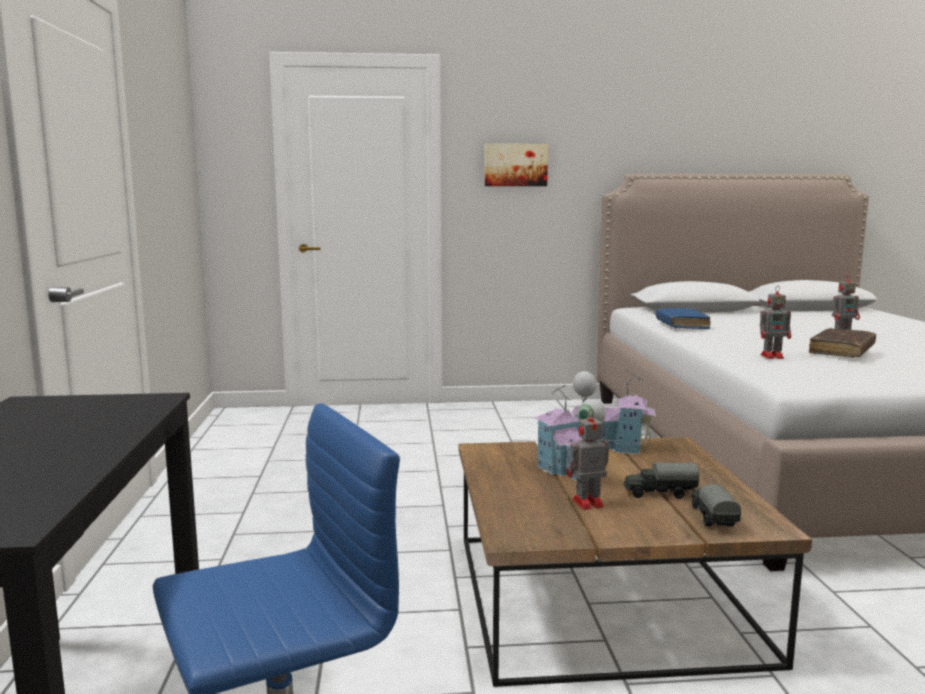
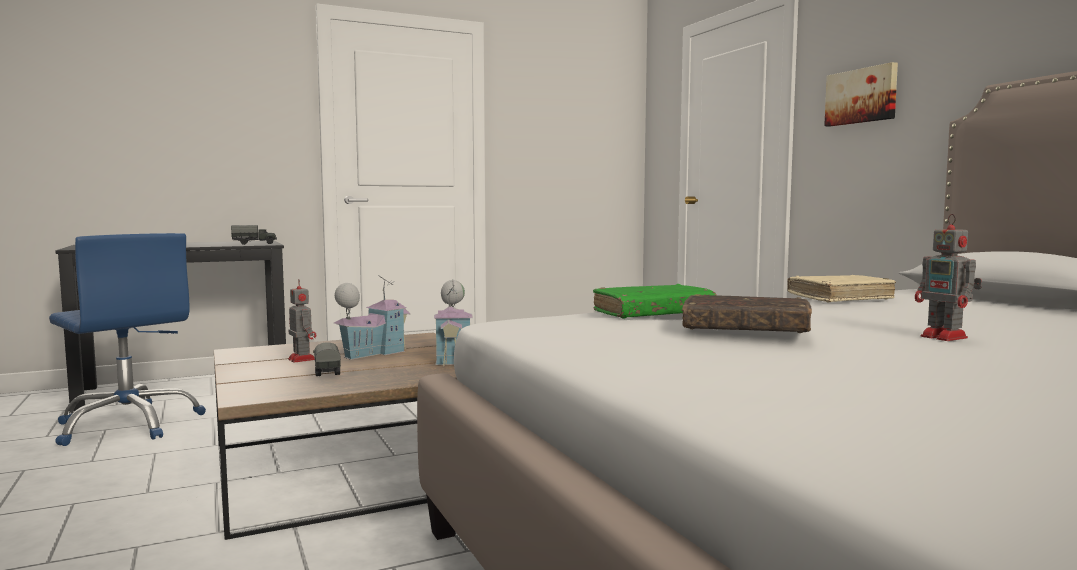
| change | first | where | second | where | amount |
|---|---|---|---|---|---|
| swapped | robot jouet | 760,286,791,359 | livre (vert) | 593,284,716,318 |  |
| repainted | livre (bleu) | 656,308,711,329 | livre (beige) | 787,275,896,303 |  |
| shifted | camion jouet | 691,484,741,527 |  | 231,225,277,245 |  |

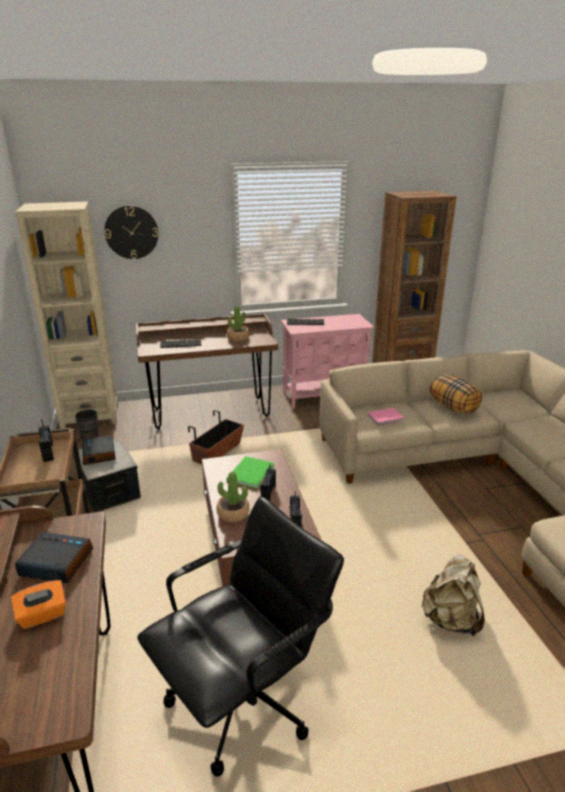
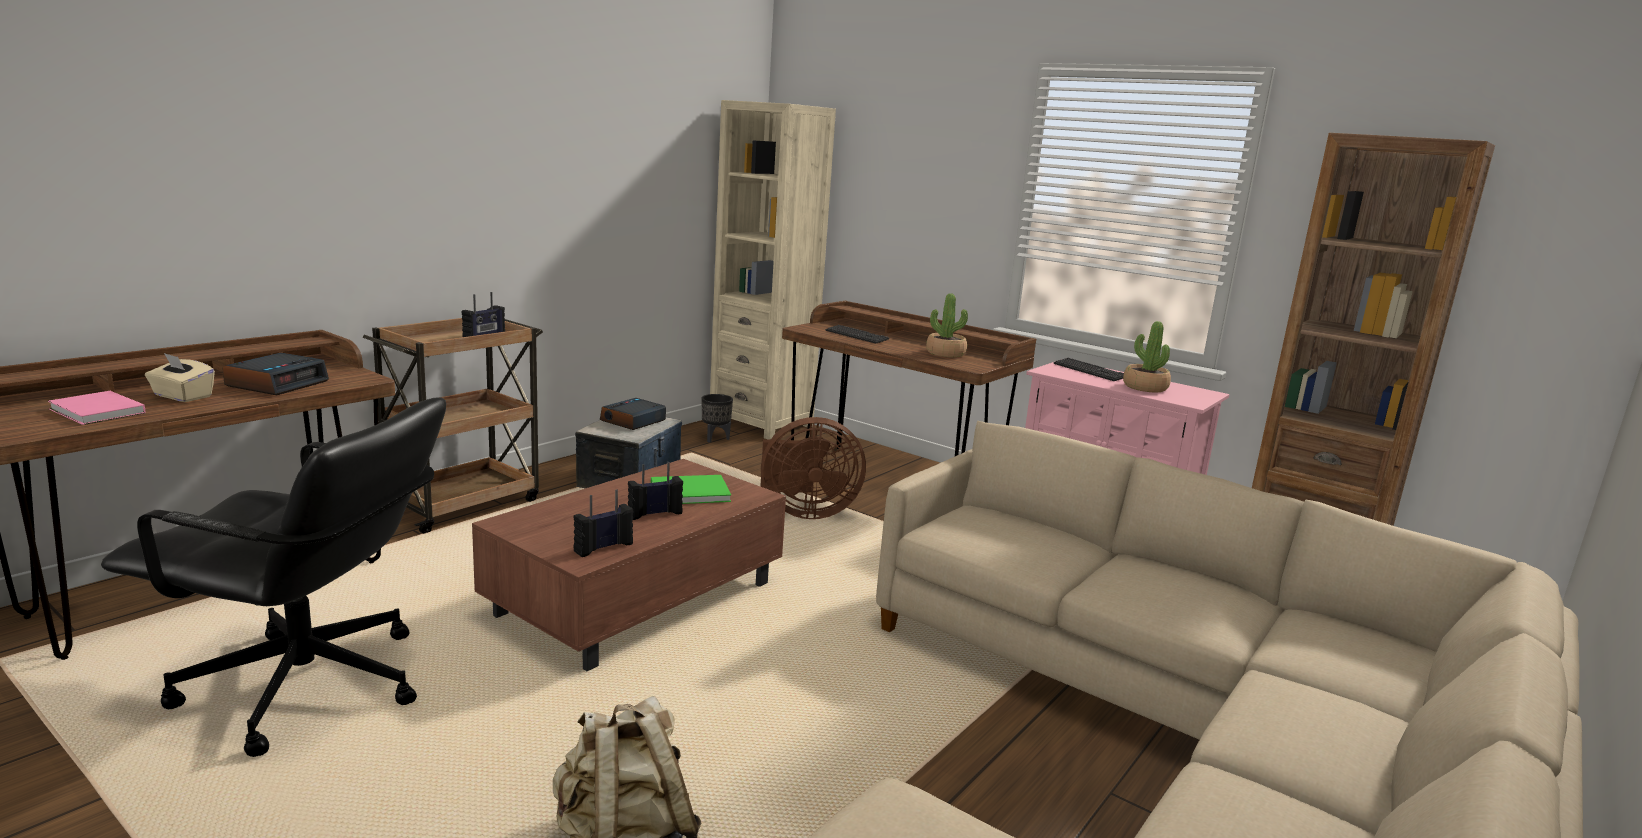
| change | first | where | second | where | amount |
|---|---|---|---|---|---|
| gone | horloge murale | 104,205,158,259 |  |  |  |
| gone | coussin | 429,374,482,414 |  |  |  |
| shifted | livre (rose) | 367,408,404,426 |  | 48,391,145,425 |  |
| swapped | cache-pot | 188,410,244,464 | ventilateur (marron) | 760,417,866,519 |  |
| shifted | plante en pot | 217,472,250,522 |  | 1123,321,1171,392 |  |
| rotated | réveil | 15,532,93,584 |  | 222,353,329,395 | 45 degrees clockwise |
| repainted | boîte à mouchoirs (orange) | 11,580,66,629 | boîte à mouchoirs (beige) | 145,352,215,402 |  |

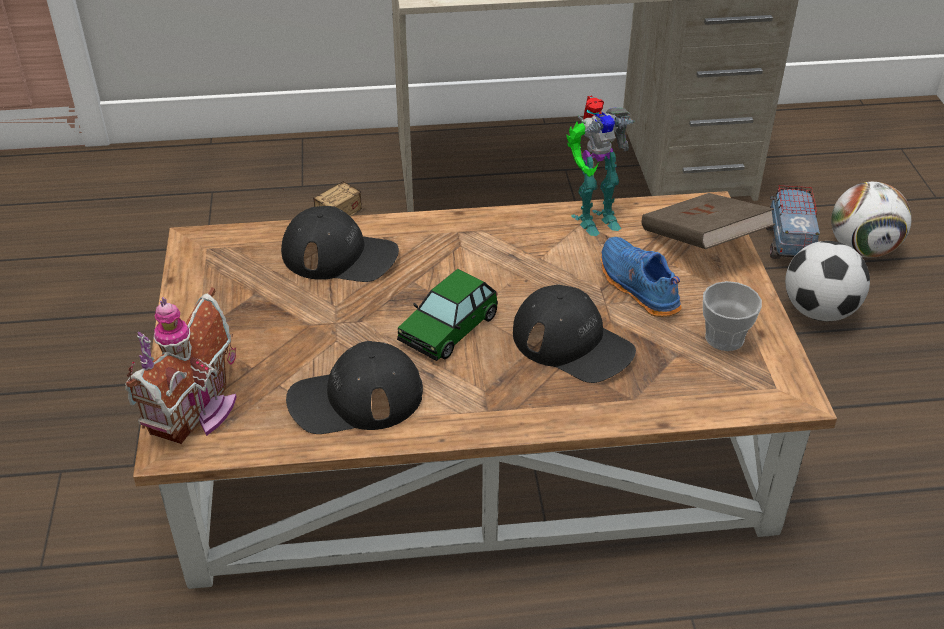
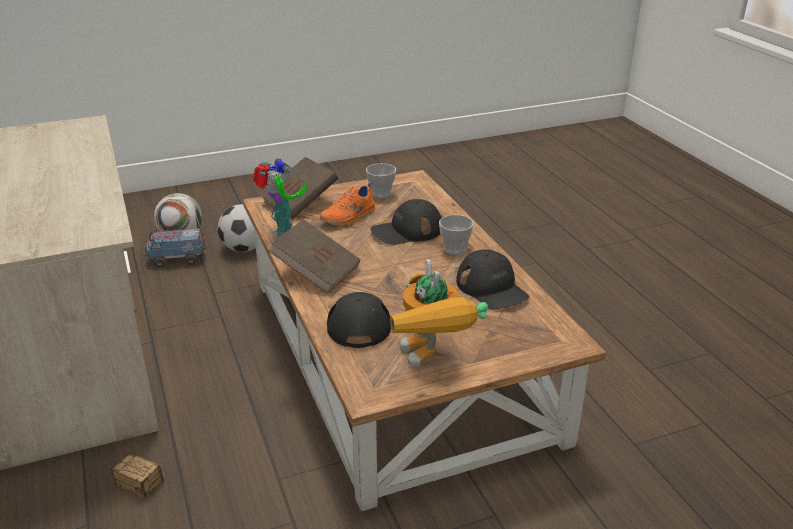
| change | first | where | second | where | amount |
|---|---|---|---|---|---|
| repainted | chaussure (bleu) | 601,237,682,317 | chaussure (orange) | 320,182,375,226 |  |
| gone | petite voiture | 397,269,498,361 |  |  |  |
| rotated | casquette (noir) | 513,284,636,383 |  | 371,199,442,245 | 135 degrees counterclockwise |
| gone | maison miniature | 125,287,237,444 |  |  |  |
| new |  |  | tasse | 439,215,474,255 |  |
| new |  |  | livre (marron) | 269,219,361,293 |  |
| new |  |  | robot jouet | 390,259,488,367 |  |

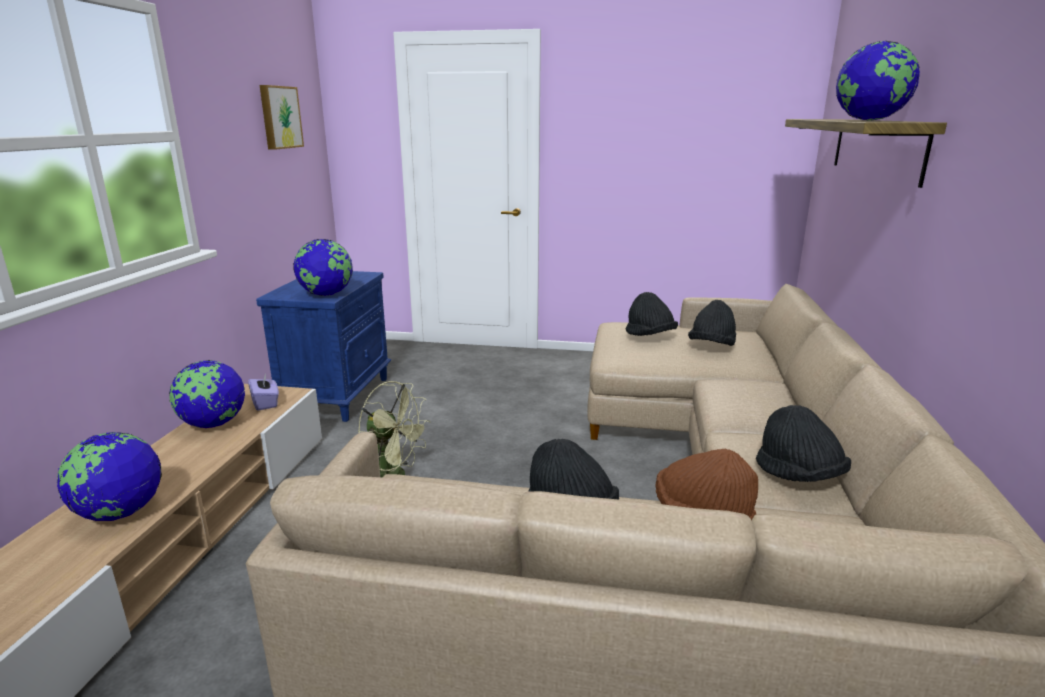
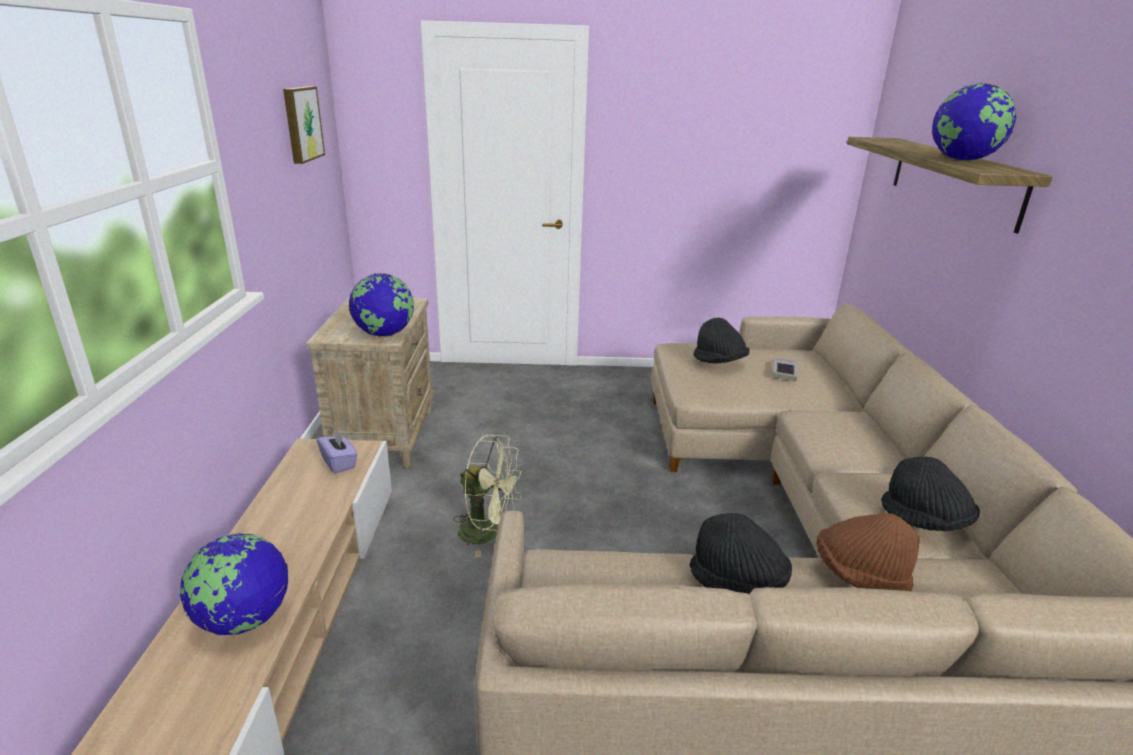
| change | first | where | second | where | amount |
|---|---|---|---|---|---|
| repainted | table de chevet (bleu) | 256,271,391,422 | table de chevet (beige) | 306,297,435,468 |  |
| swapped | chapeau (noir) | 688,300,736,346 | livre | 772,358,798,382 |  |
| gone | globe | 169,360,245,428 |  |  |  |

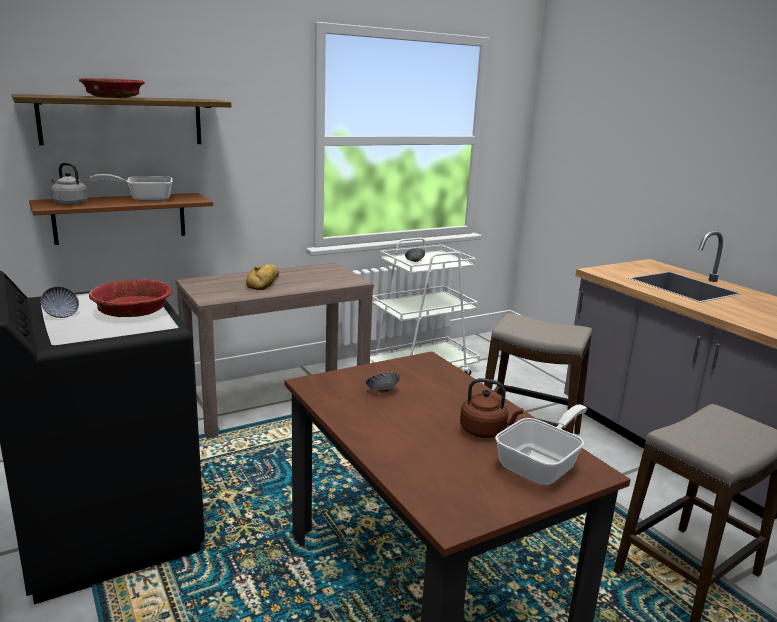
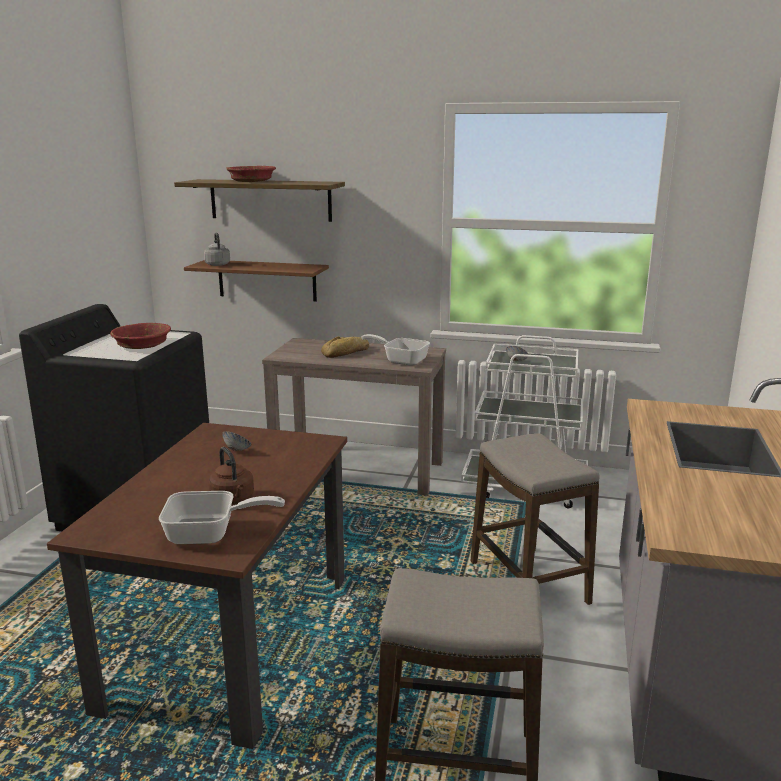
| change | first | where | second | where | amount |
|---|---|---|---|---|---|
| shifted | poêle | 90,174,173,201 |  | 361,334,430,366 |  |
| gone | bol | 41,286,79,318 |  |  |  |

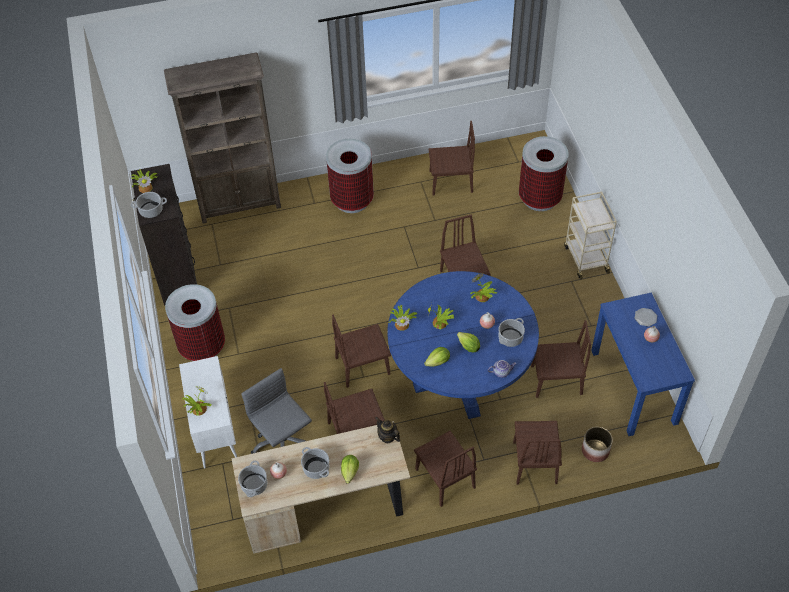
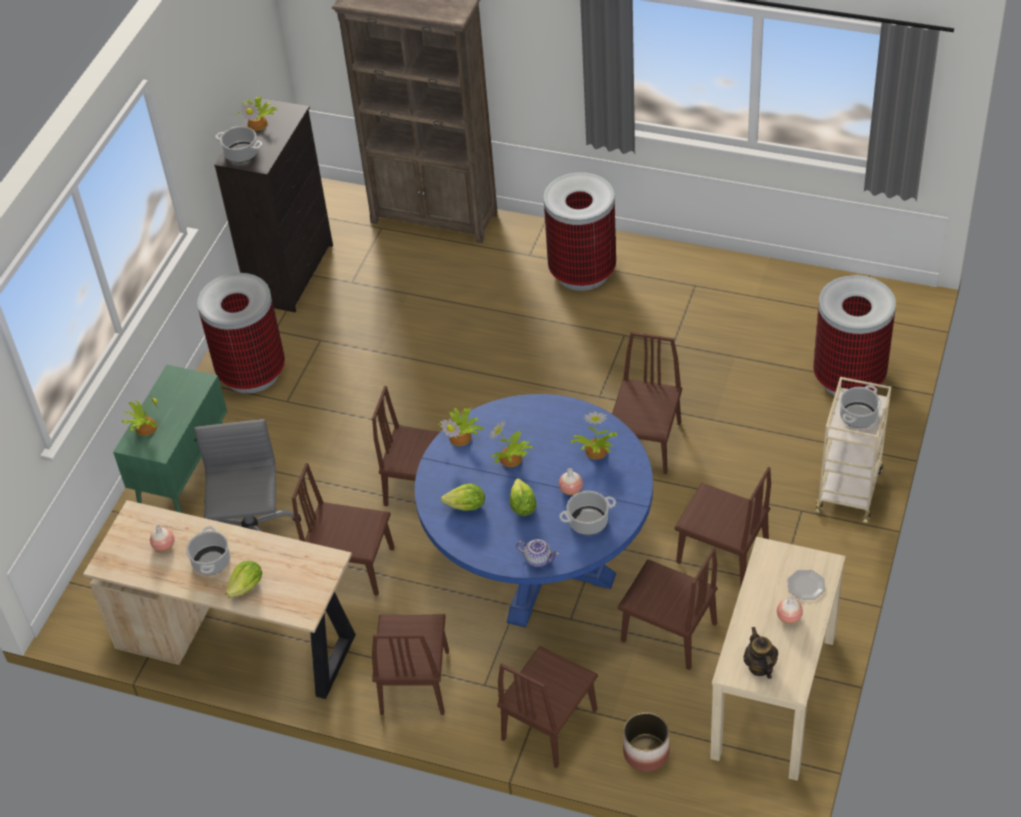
| change | first | where | second | where | amount |
|---|---|---|---|---|---|
| shifted | chaise (marron) | 429,121,475,195 |  | 675,467,771,585 |  |
| repainted | table console (bleu) | 591,293,695,436 | table console (beige) | 710,537,846,781 |  |
| repainted | meuble de rangement (blanc) | 179,356,237,468 | meuble de rangement (vert) | 113,365,227,513 |  |
| shifted | théière | 376,417,400,443 |  | 744,627,778,679 |  |
| shifted | marmite | 238,461,267,497 |  | 840,385,881,428 |  |

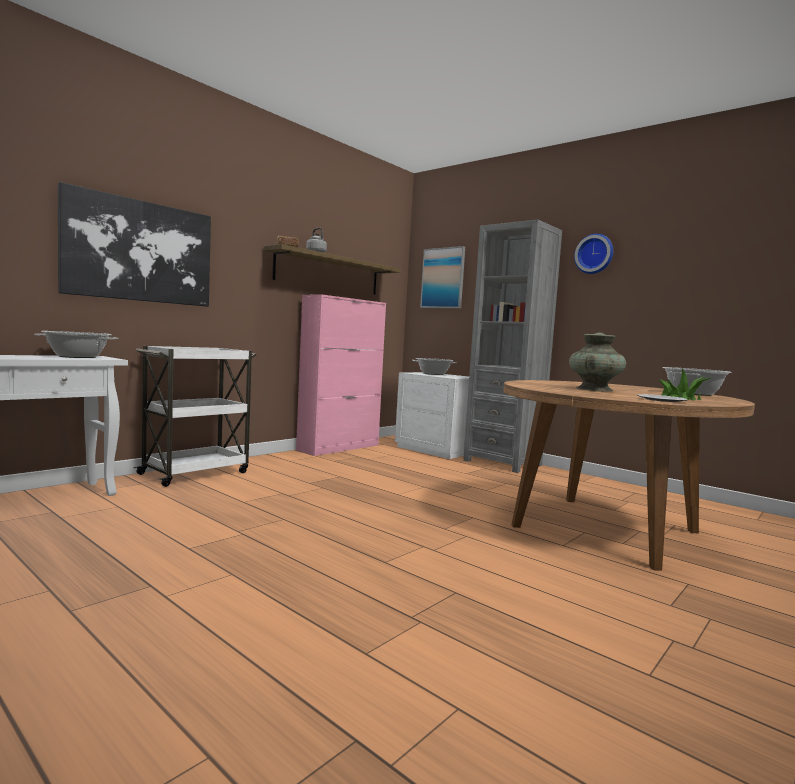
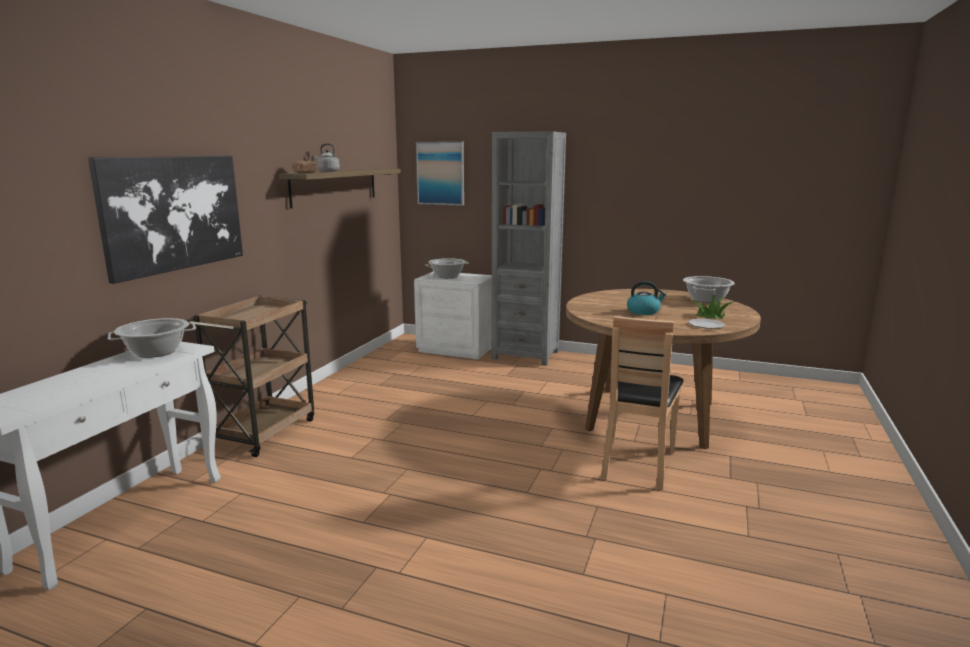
| change | first | where | second | where | amount |
|---|---|---|---|---|---|
| gone | horloge murale | 574,234,613,274 |  |  |  |
| gone | meuble de rangement (rose) | 296,294,386,456 |  |  |  |
| swapped | vase (turquoise) | 569,333,626,392 | bouilloire | 627,281,666,315 |  |
| repainted | chariot (blanc) | 133,346,256,487 | chariot (marron) | 190,295,314,457 |  |
| new |  |  | chaise (marron) | 601,316,684,490 |  |

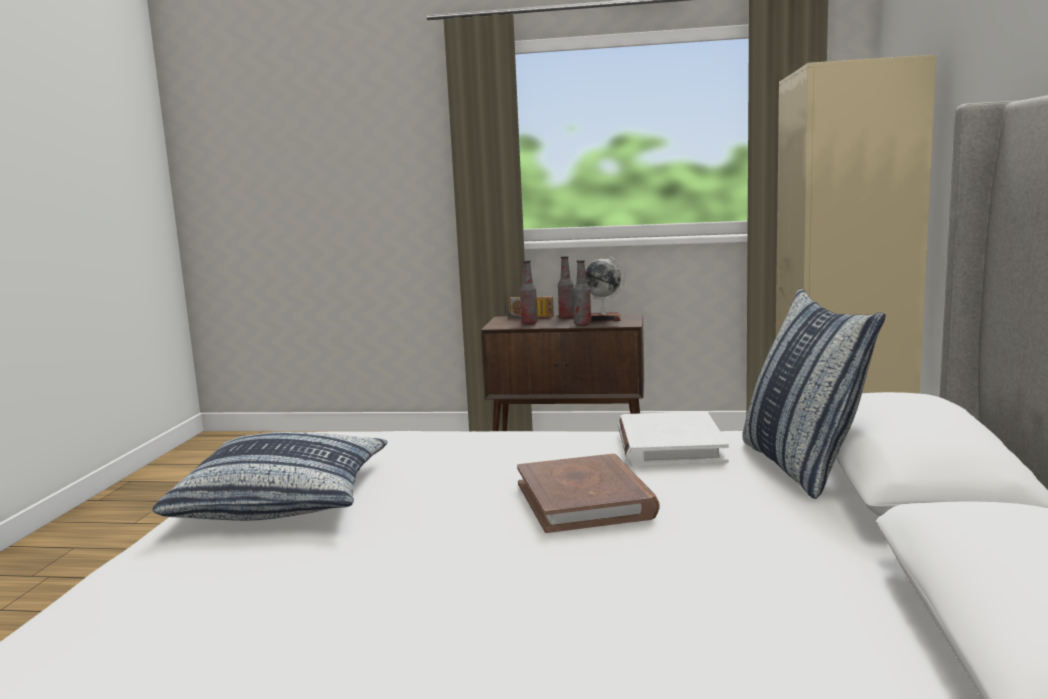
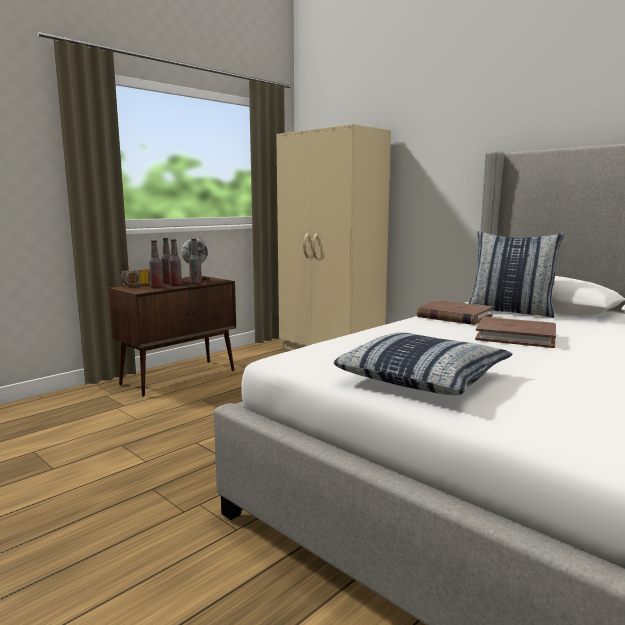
| change | first | where | second | where | amount |
|---|---|---|---|---|---|
| repainted | livre (blanc) | 618,411,728,466 | livre (marron) | 416,300,493,325 |  |
| new |  |  | bouteille | 169,239,182,286 |  |

